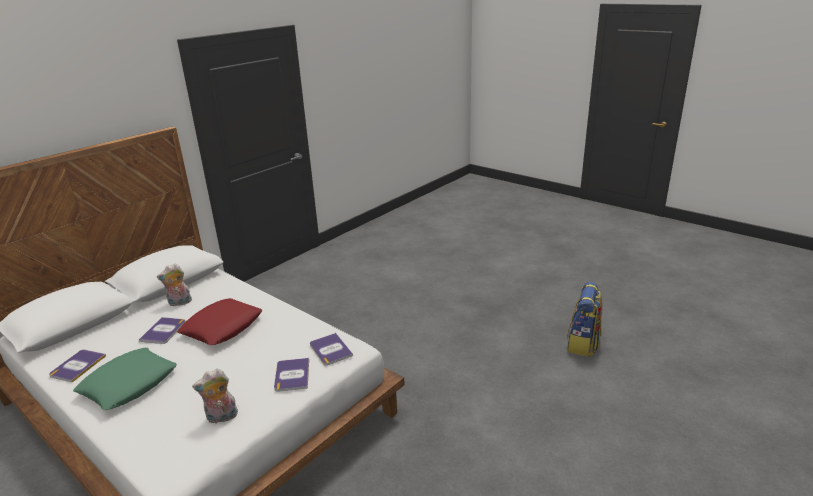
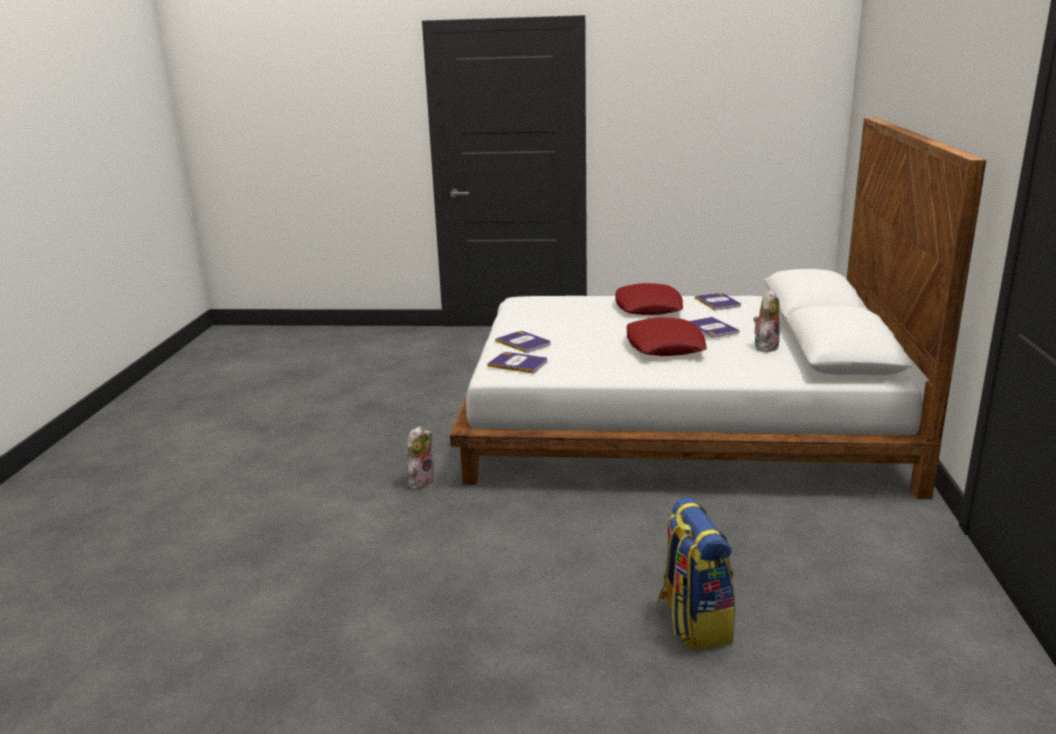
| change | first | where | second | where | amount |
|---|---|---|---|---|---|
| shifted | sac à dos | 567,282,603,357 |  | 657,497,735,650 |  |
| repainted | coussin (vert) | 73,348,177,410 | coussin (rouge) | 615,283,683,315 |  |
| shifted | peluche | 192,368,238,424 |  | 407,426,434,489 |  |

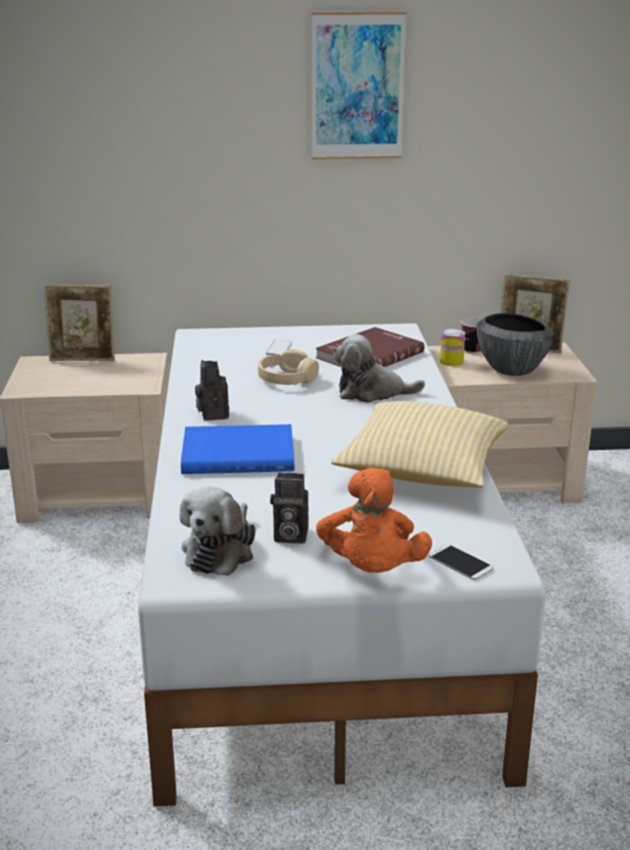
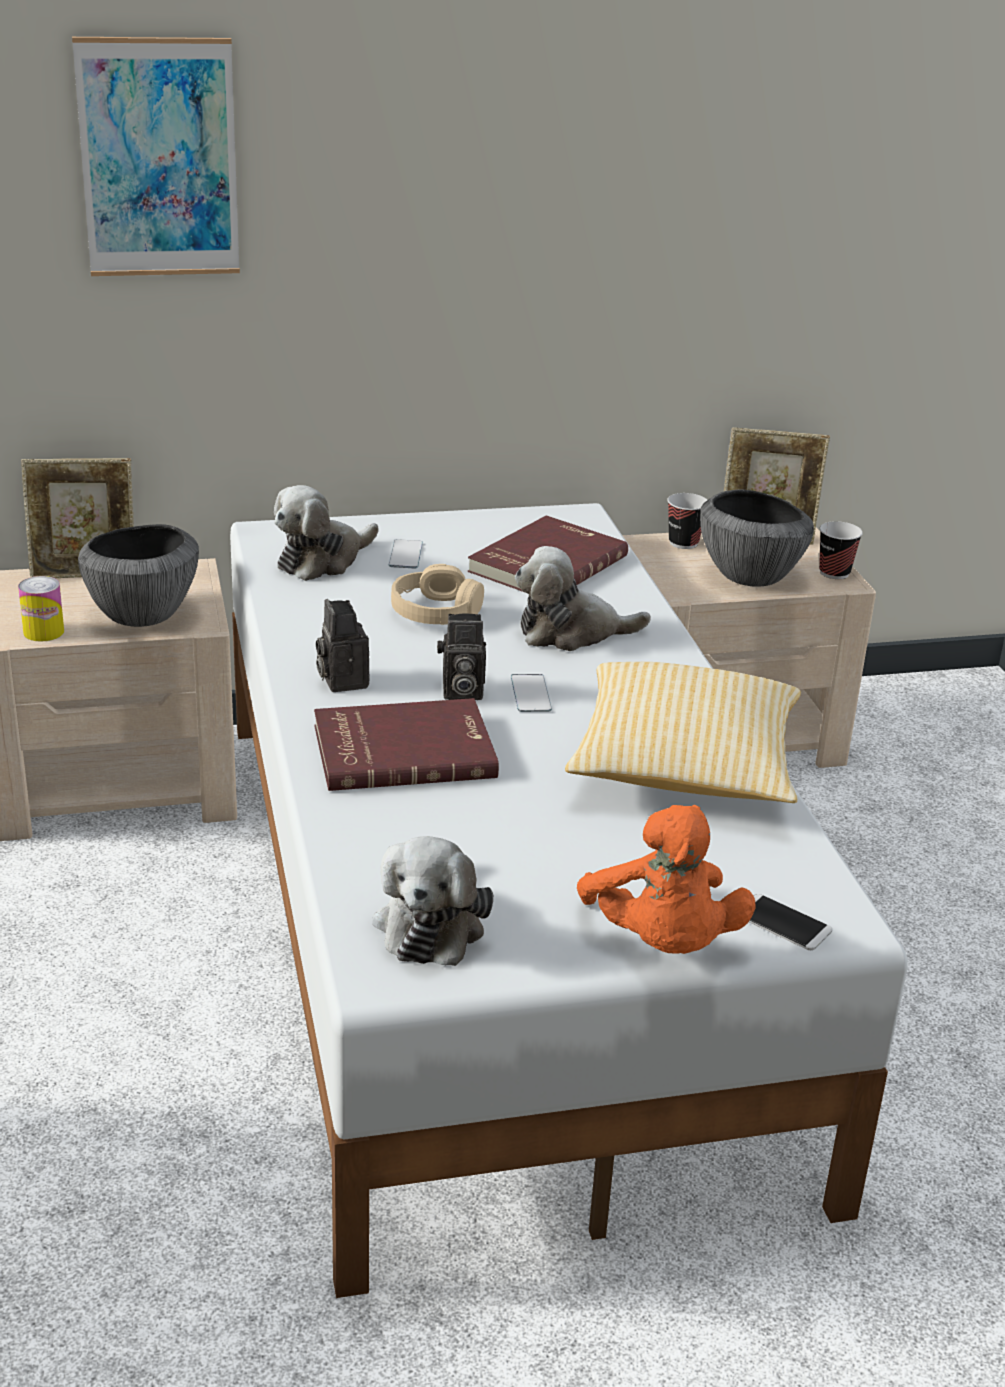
| change | first | where | second | where | amount |
|---|---|---|---|---|---|
| shifted | tableau | 311,11,406,160 |  | 72,37,240,276 |  |
| shifted | boîte métallique | 440,329,465,366 |  | 18,576,64,642 |  |
| repainted | livre (bleu) | 181,424,294,474 | livre (rouge) | 314,698,499,791 |  |
| shifted | appareil photo | 270,473,309,544 |  | 437,613,486,700 |  |
| new |  |  | peluche | 274,485,379,581 |  |
| new |  |  | tasse | 819,521,863,579 |  |
| new |  |  | bol | 78,524,199,627 |  |
| new |  |  | téléphone | 511,674,552,712 |  |

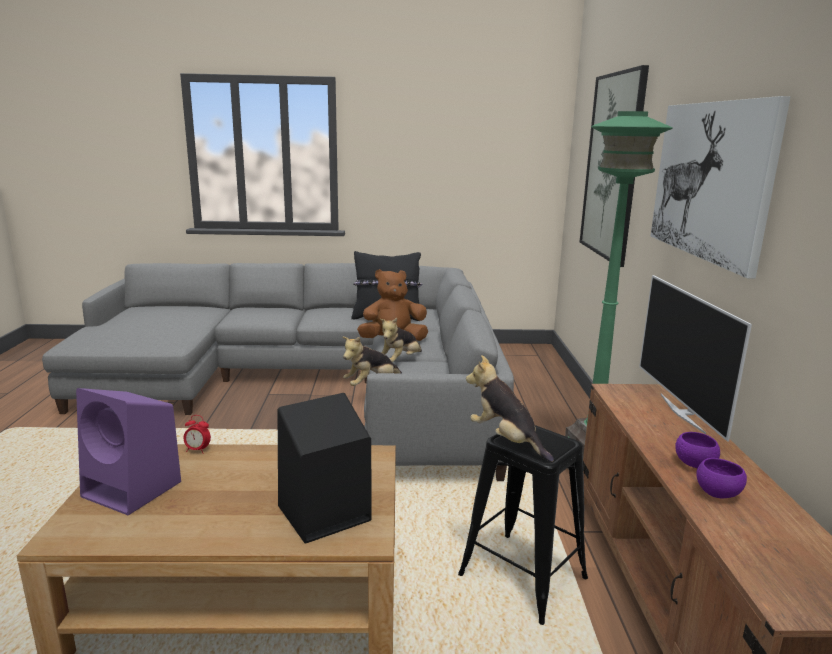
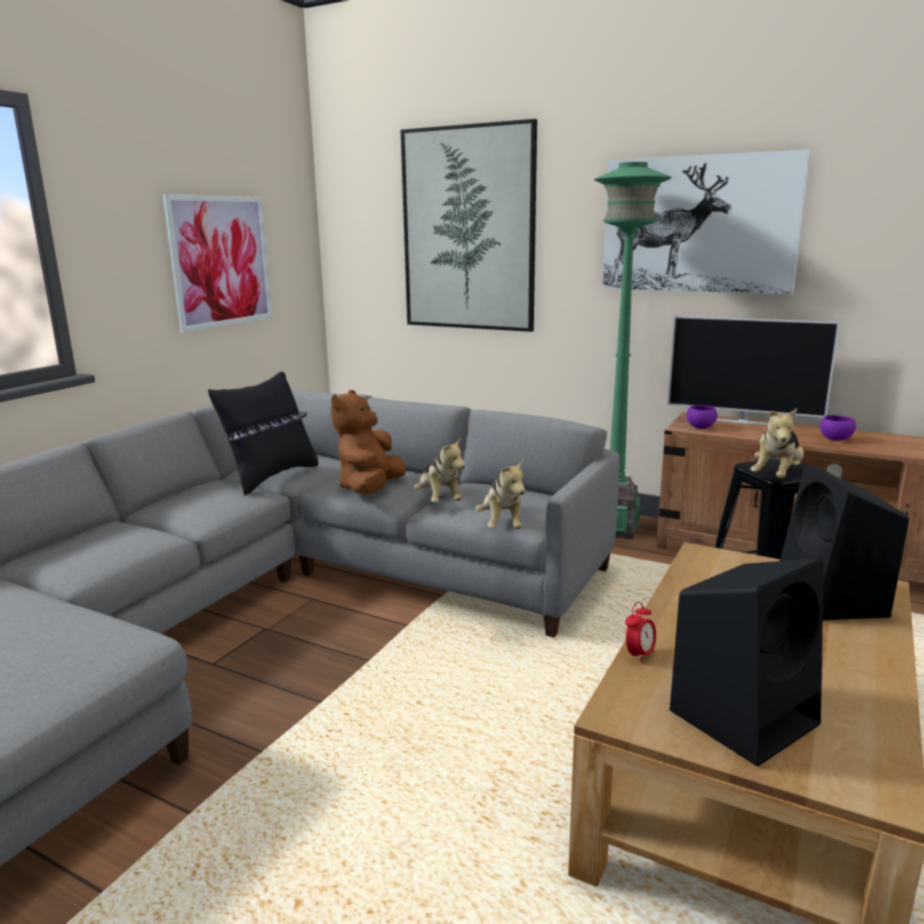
| change | first | where | second | where | amount |
|---|---|---|---|---|---|
| rotated | peluche | 466,355,554,462 |  | 750,408,804,478 | 45 degrees counterclockwise |
| repainted | enceinte (violet) | 76,388,181,515 | enceinte (noir) | 670,558,824,767 |  |
| shifted | bol (violet) | 696,458,747,498 |  | 686,405,717,429 |  |
| new |  |  | tableau | 162,194,273,333 |  |

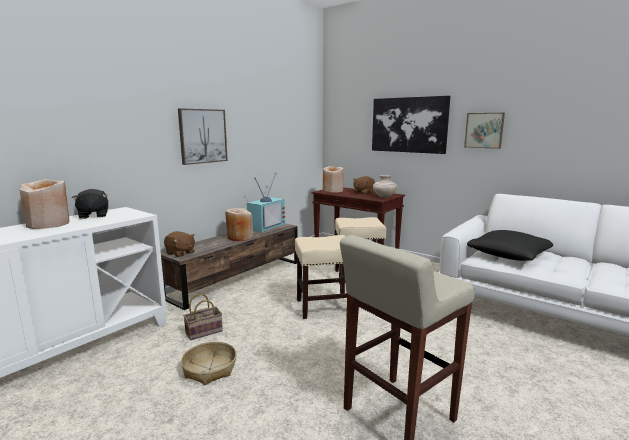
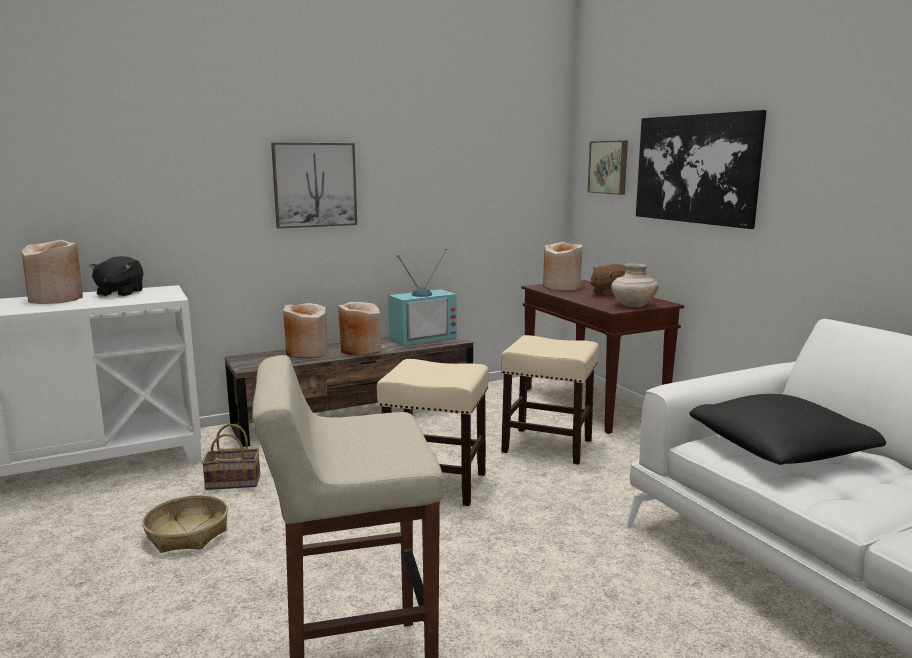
| change | first | where | second | where | amount |
|---|---|---|---|---|---|
| shifted | tableau | 464,113,505,149 |  | 588,140,628,195 |  |
| gone | peluche (marron) | 164,231,195,257 |  |  |  |
| new |  |  | vase (beige) | 283,303,328,358 |  |

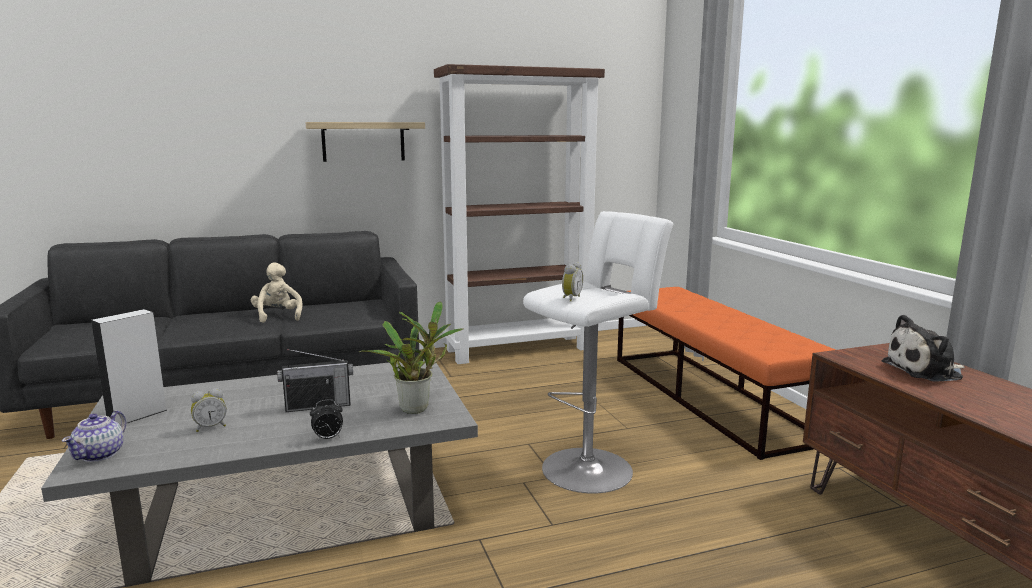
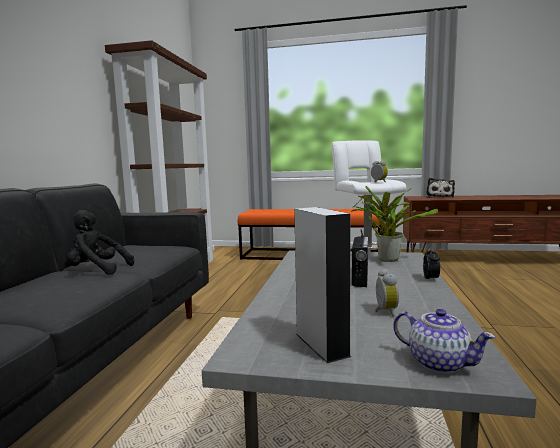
| change | first | where | second | where | amount |
|---|---|---|---|---|---|
| gone | étagère | 306,122,425,162 |  |  |  |
| repainted | peluche (beige) | 251,262,303,323 | peluche (noir) | 66,210,134,275 |  |

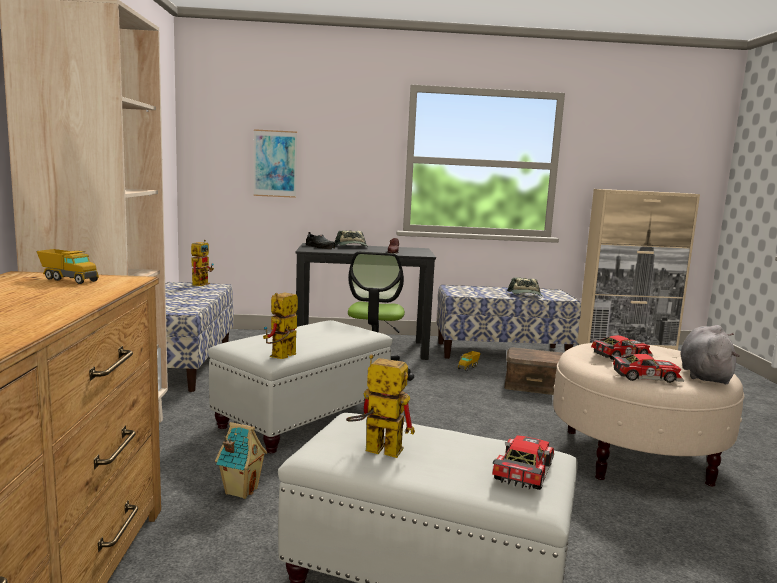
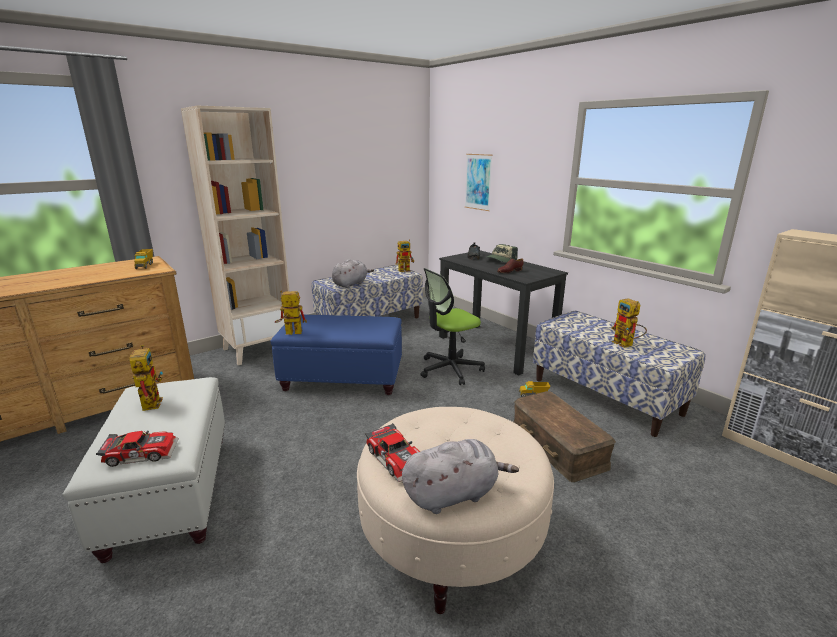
| change | first | where | second | where | amount |
|---|---|---|---|---|---|
| swapped | casquette | 507,277,543,296 | robot jouet | 611,298,647,348 |  |
| repainted | pouf (blanc) | 208,320,393,453 | pouf (bleu) | 270,315,402,395 |  |
| gone | petite voiture | 590,335,654,360 |  |  |  |
| gone | maison miniature | 215,422,267,499 |  |  |  |
| new |  |  | peluche (gris) | 332,259,374,288 |  |

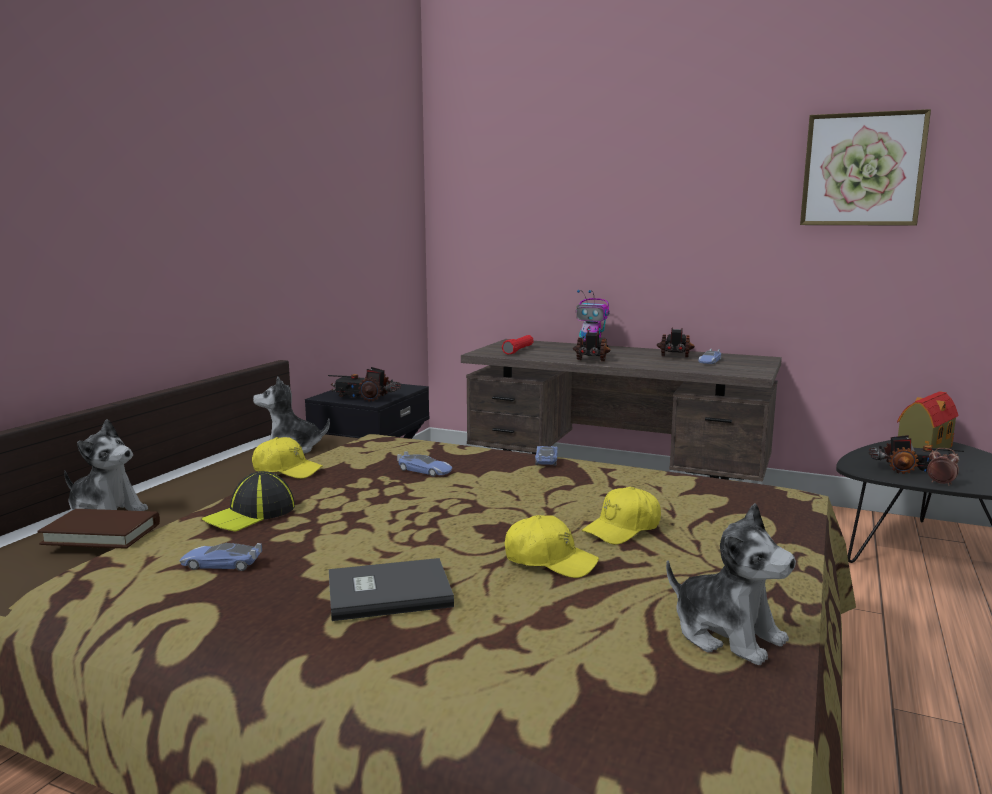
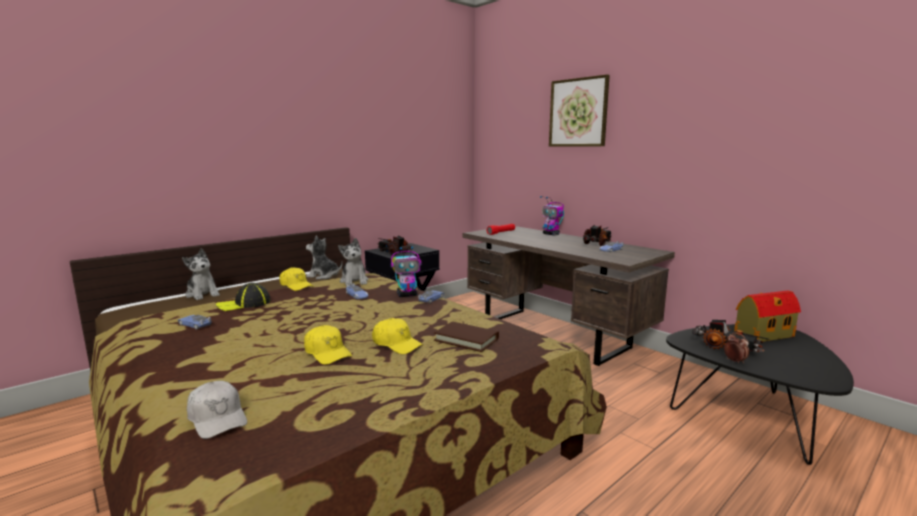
| change | first | where | second | where | amount |
|---|---|---|---|---|---|
| shifted | tableau | 800,109,931,226 |  | 549,74,610,146 |  |
| gone | camion jouet | 573,331,611,361 |  |  |  |
| rotated | casquette (jaune) | 582,487,661,545 |  | 372,318,423,354 | 135 degrees counterclockwise |
| shifted | peluche | 666,503,796,665 |  | 338,238,369,286 |  |
| shifted | livre (marron) | 37,509,160,549 |  | 434,322,499,352 |  |
| gone | livre (gris) | 329,558,454,621 |  |  |  |
| new |  |  | robot jouet | 391,247,422,297 |  |
| new |  |  | casquette (blanc) | 187,381,247,439 |  |

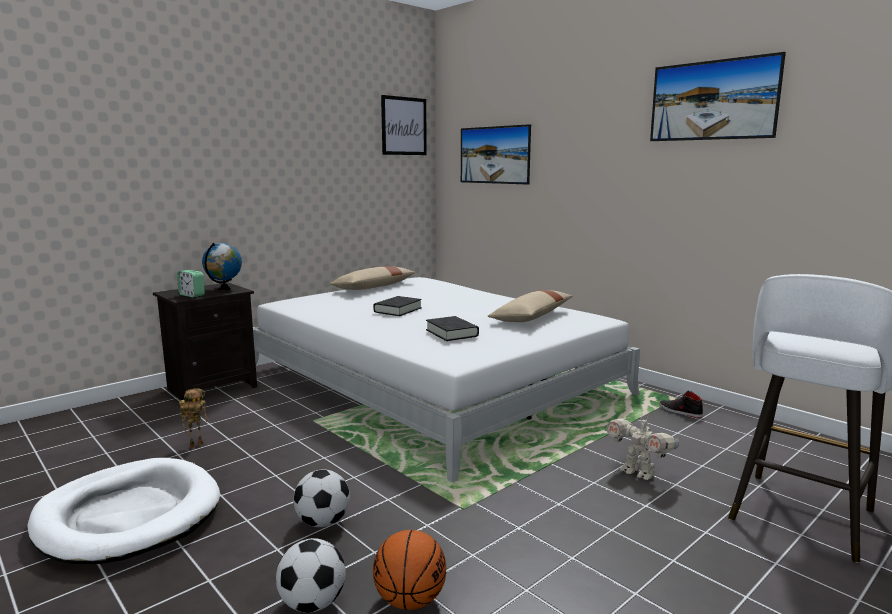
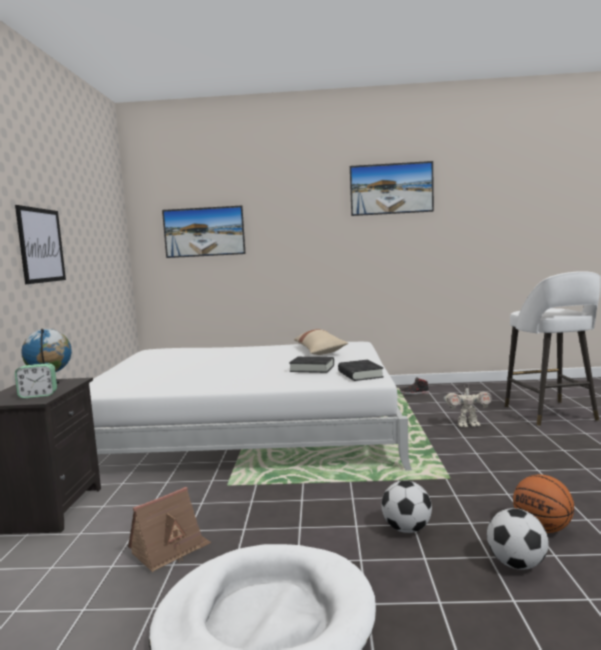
| change | first | where | second | where | amount |
|---|---|---|---|---|---|
| shifted | tableau | 381,95,427,155 |  | 15,205,66,284 |  |
| gone | coussin (beige) | 329,266,416,290 |  |  |  |
| shifted | livre (noir) | 373,296,422,316 |  | 338,360,384,381 |  |
| swapped | robot jouet | 179,388,209,448 | maison miniature | 128,487,211,572 |  |

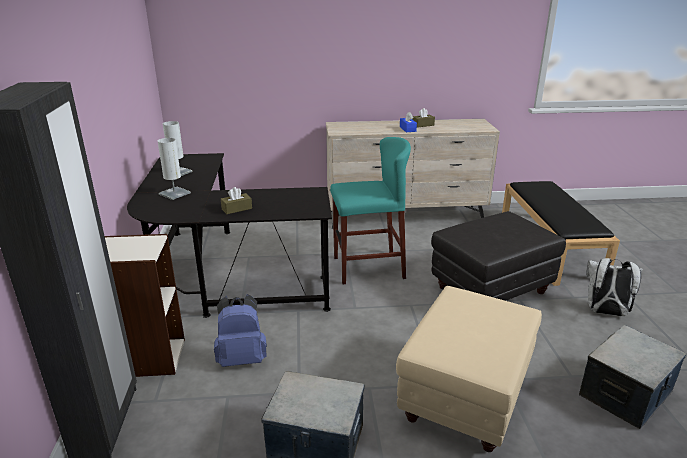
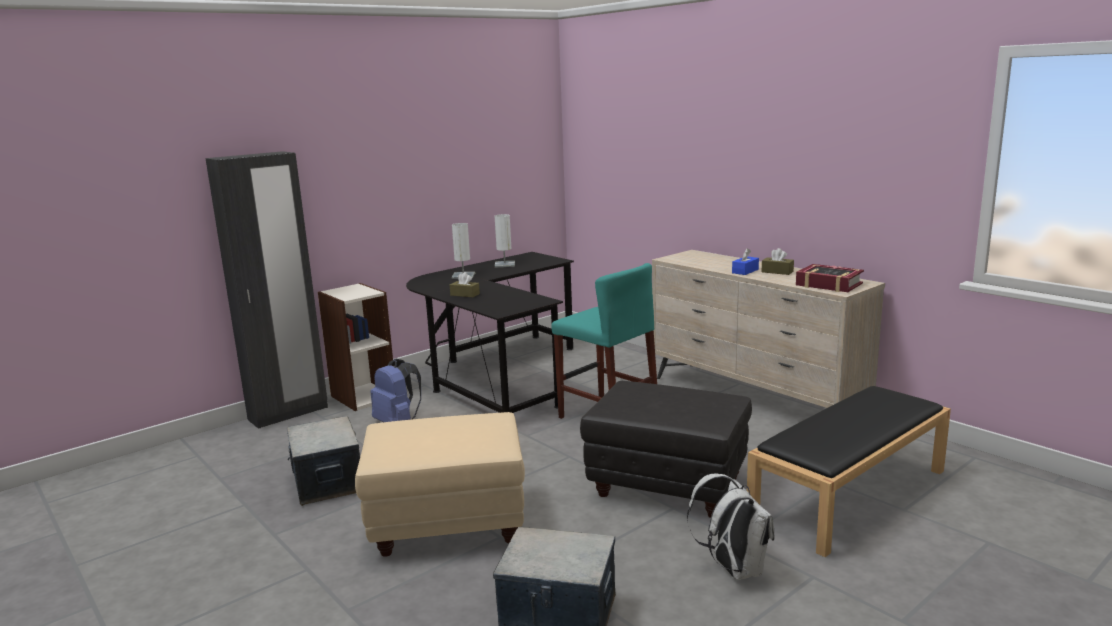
| change | first | where | second | where | amount |
|---|---|---|---|---|---|
| new |  |  | livre | 796,264,864,292 |  |

